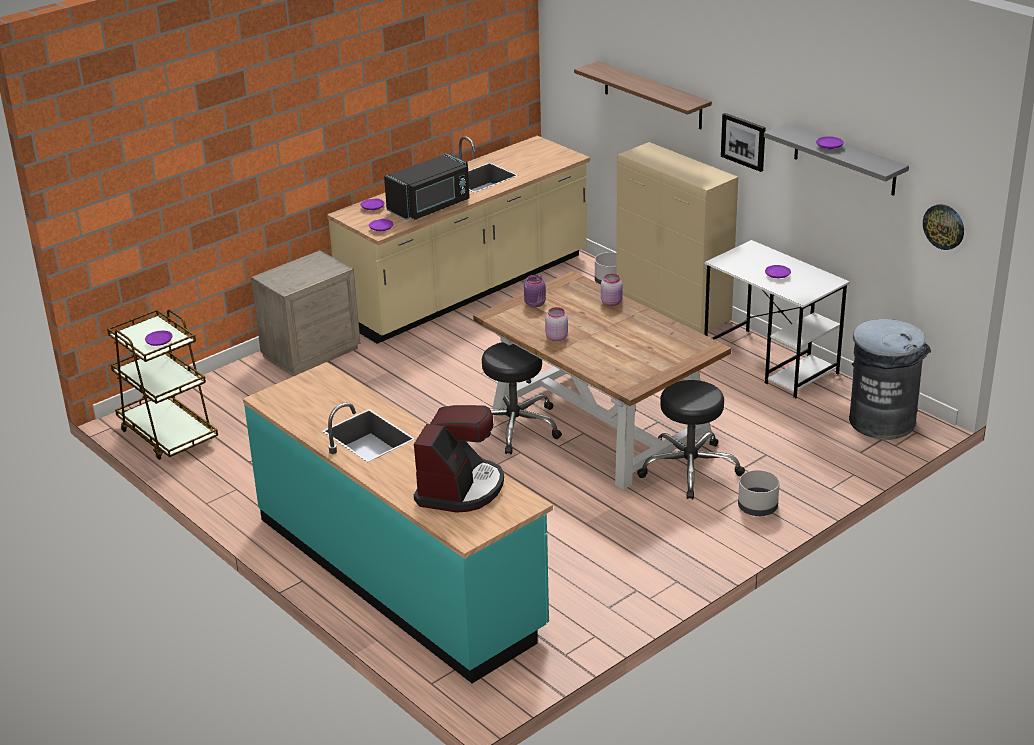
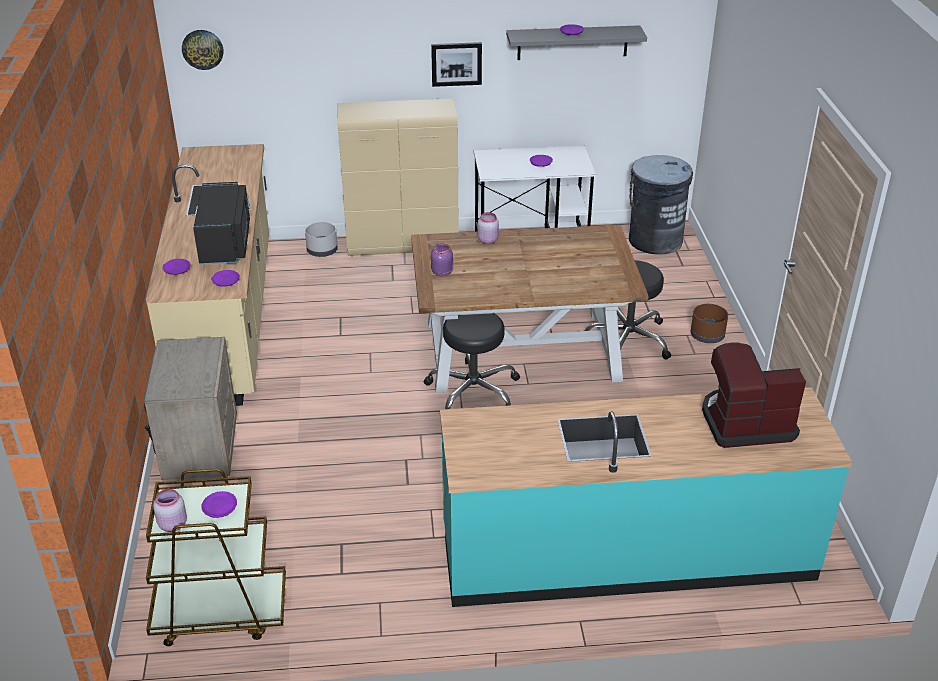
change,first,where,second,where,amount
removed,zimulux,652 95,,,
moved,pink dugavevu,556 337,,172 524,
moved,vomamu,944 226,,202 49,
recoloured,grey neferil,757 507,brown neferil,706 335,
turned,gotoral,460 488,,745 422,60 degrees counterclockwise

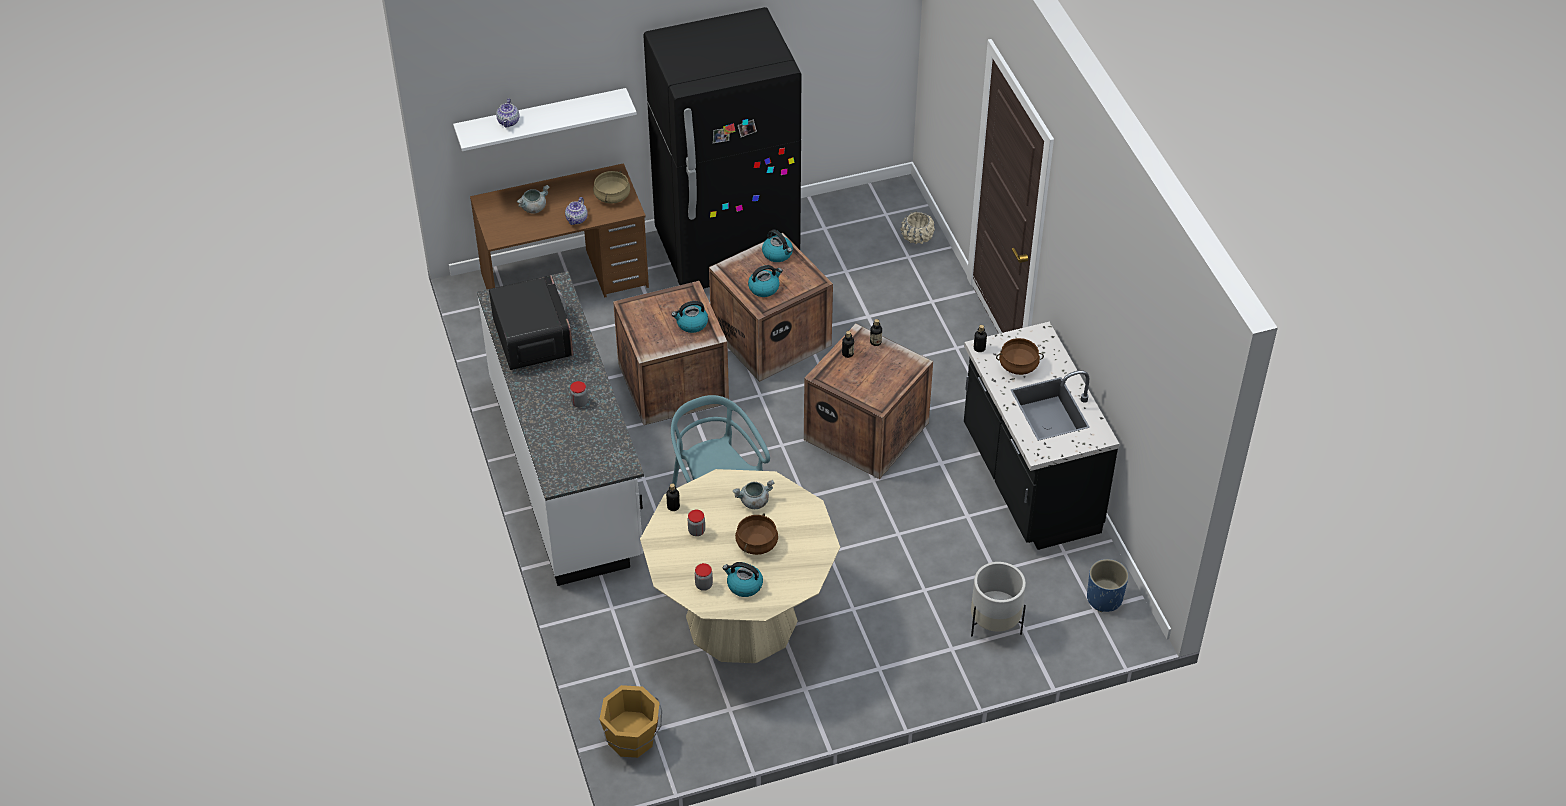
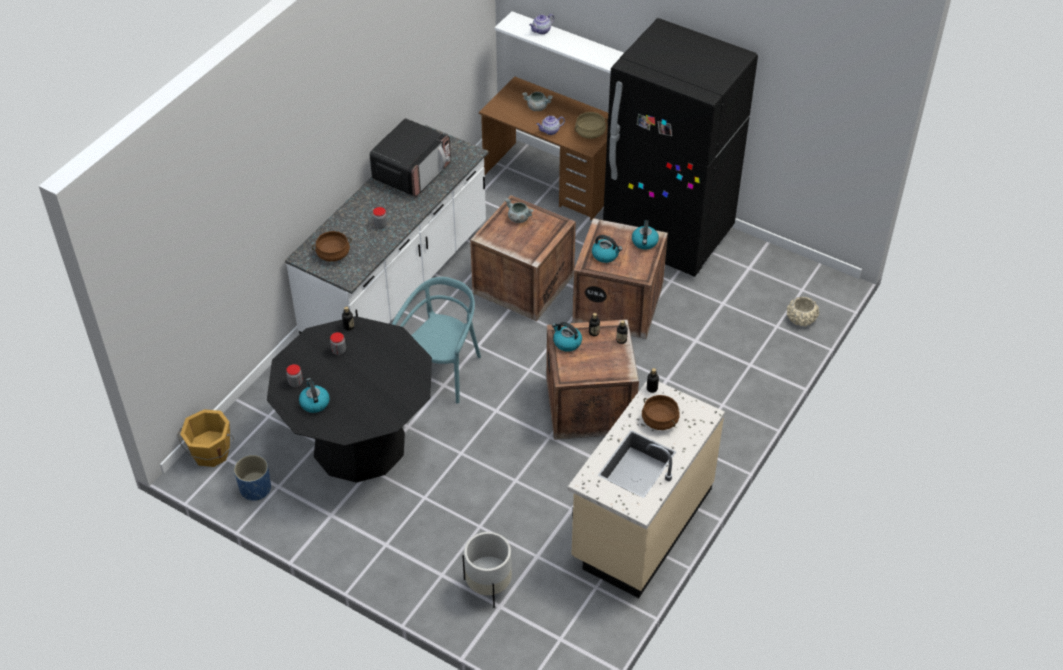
change,first,where,second,where,amount
moved,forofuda,691 324,,566 343,
moved,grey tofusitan,754 502,,518 218,
moved,brown tofusitan,756 543,,333 254,
moved,blue neferil,1104 598,,255 489,
recoloured,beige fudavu,741 618,black fudavu,359 444,
recoloured,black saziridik,1028 482,beige saziridik,640 524,

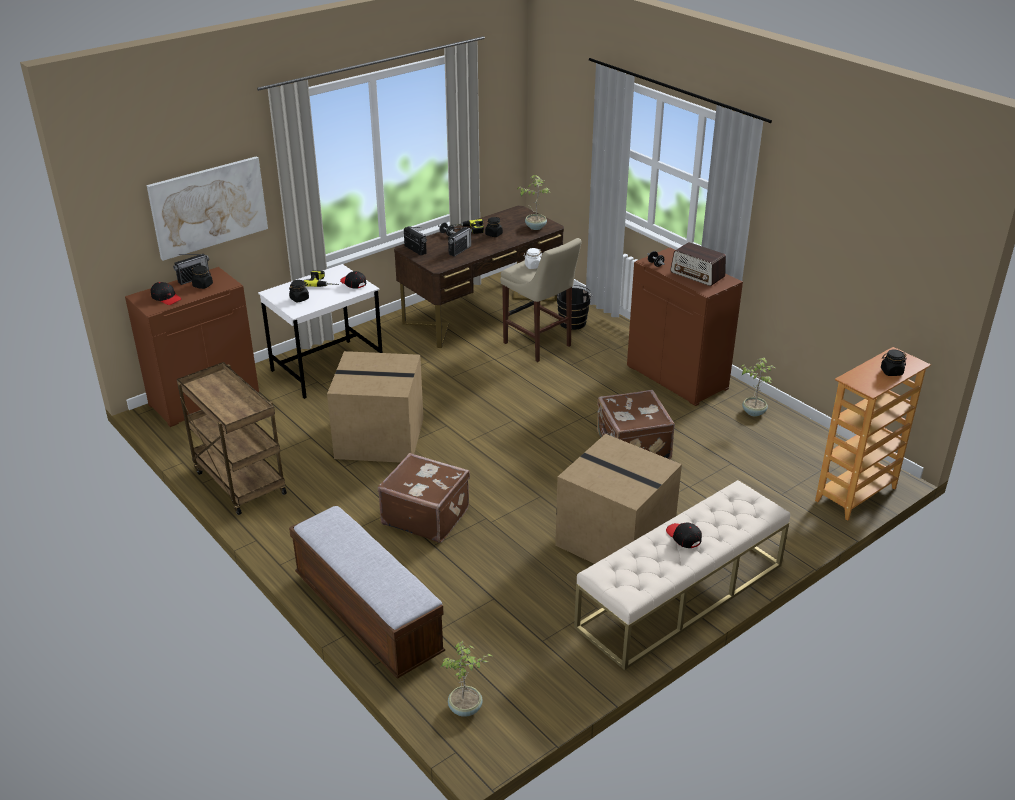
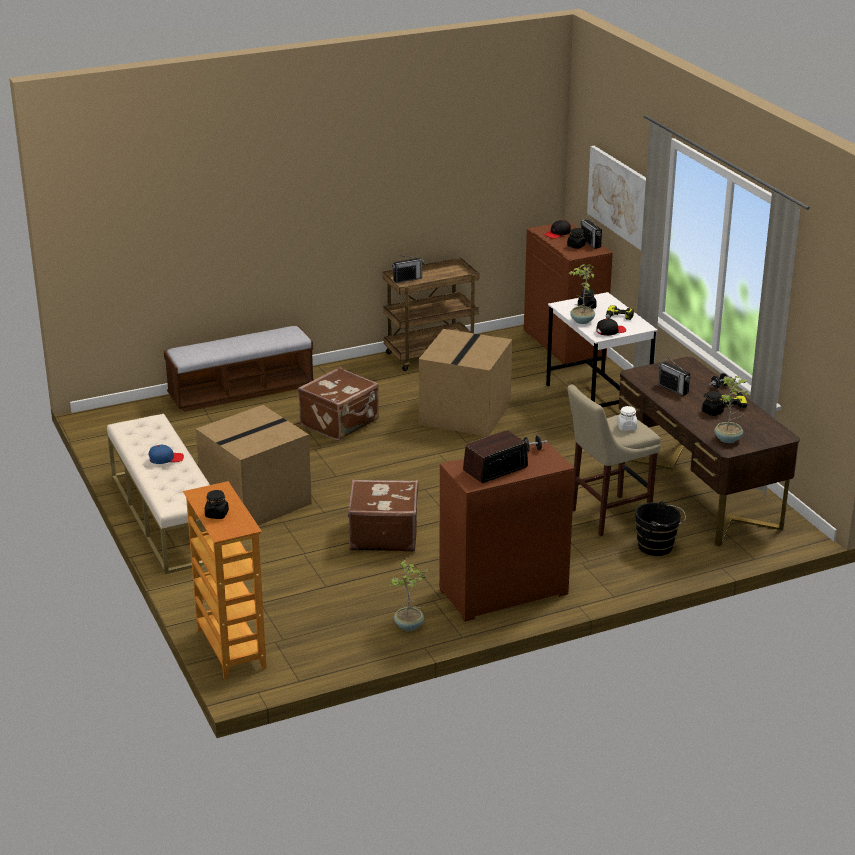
change,first,where,second,where,amount
moved,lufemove,415 250,,407 279,
moved,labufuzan,466 709,,581 321,
recoloured,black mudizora,683 537,blue mudizora,165 459,

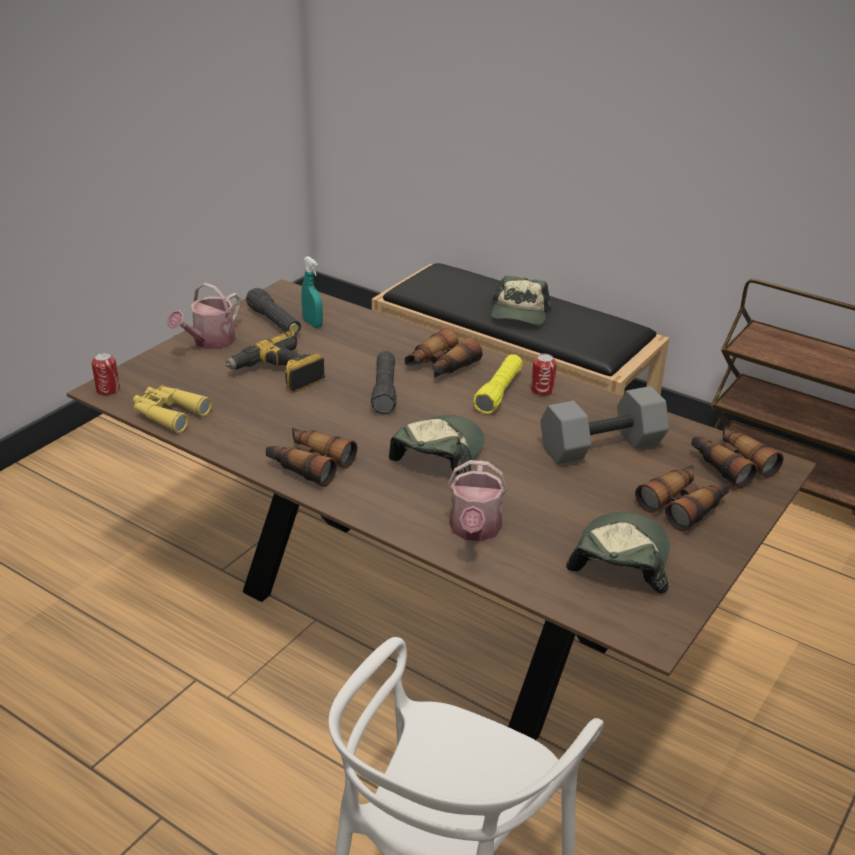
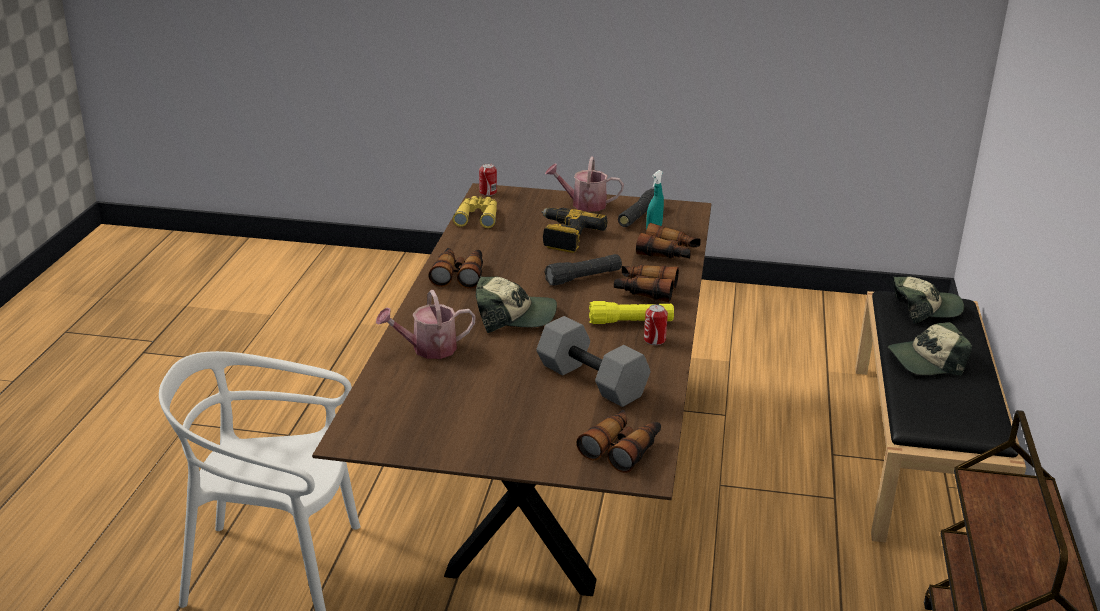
change,first,where,second,where,amount
moved,mudizora,620 560,,924 309,
moved,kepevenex,684 505,,668 253,

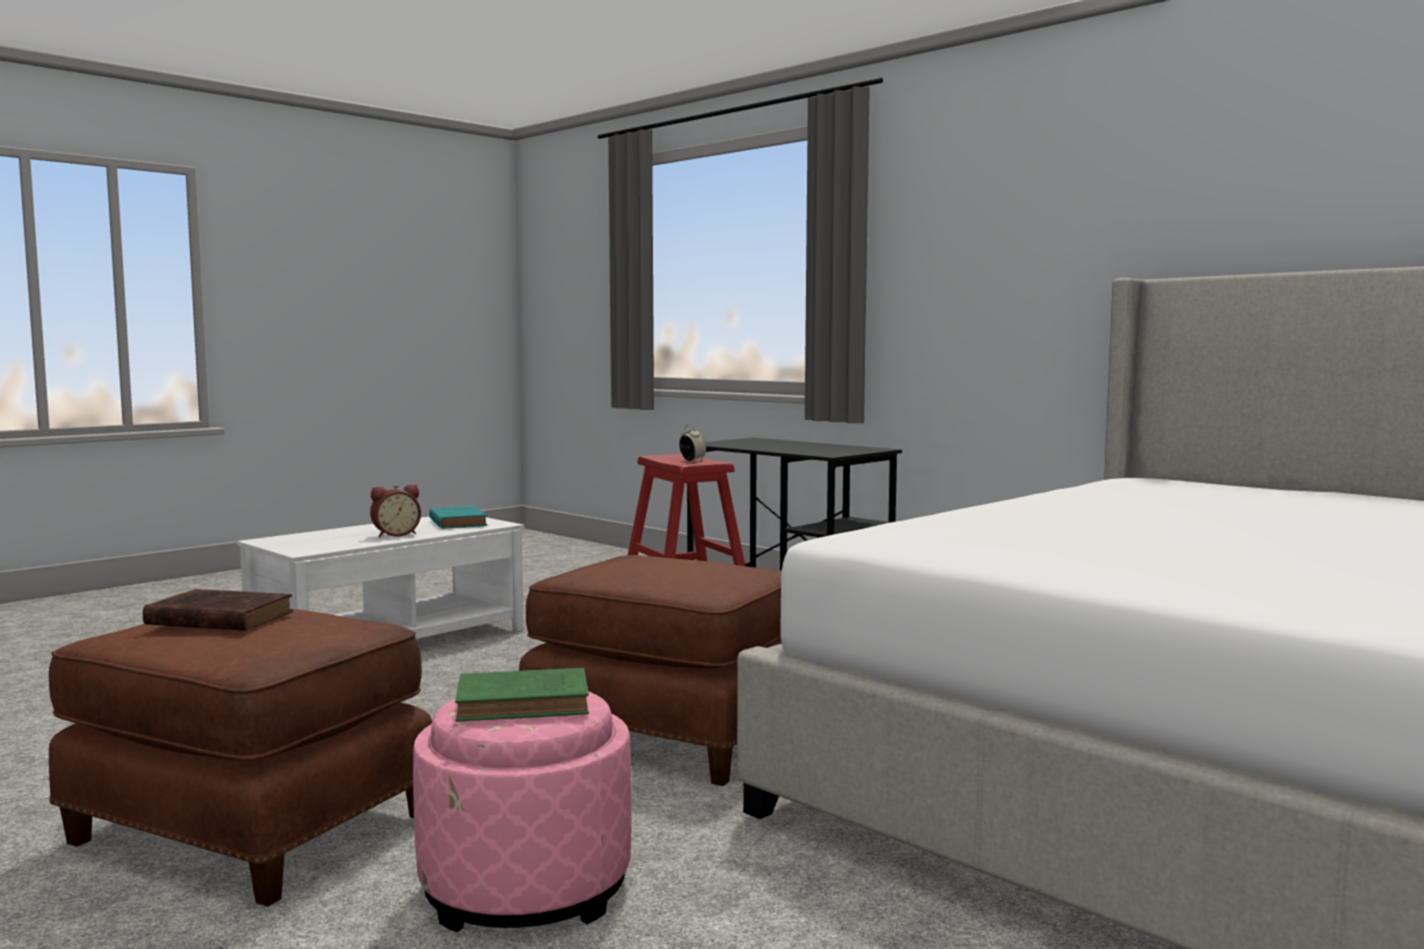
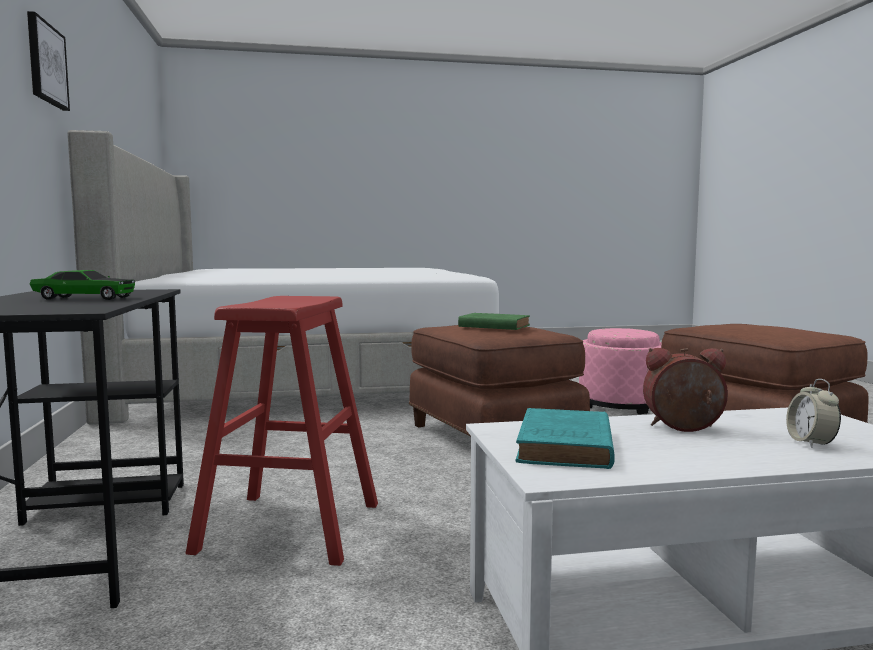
change,first,where,second,where,amount
removed,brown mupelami,216 618,,,
added,,,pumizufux,46 64,
added,,,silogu,85 298,
moved,green mupelami,527 703,,492 326,
moved,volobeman,692 460,,811 443,

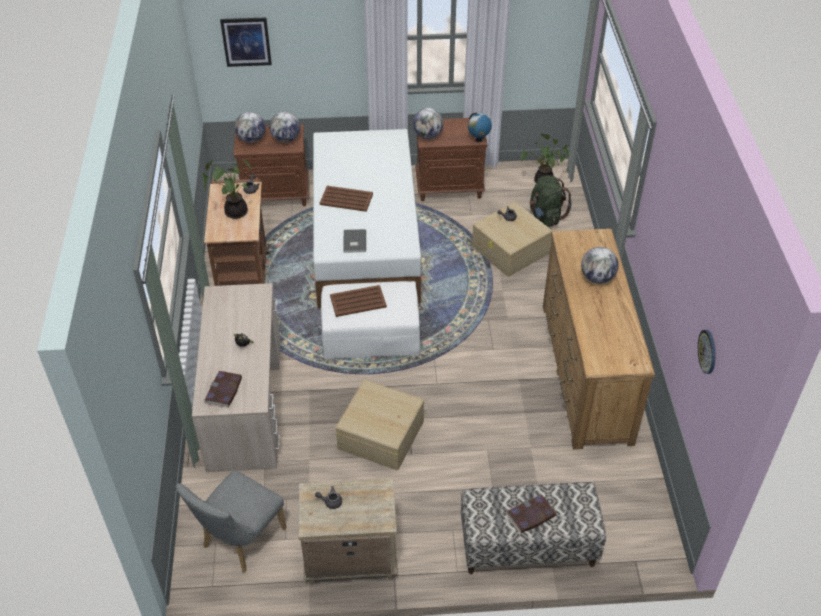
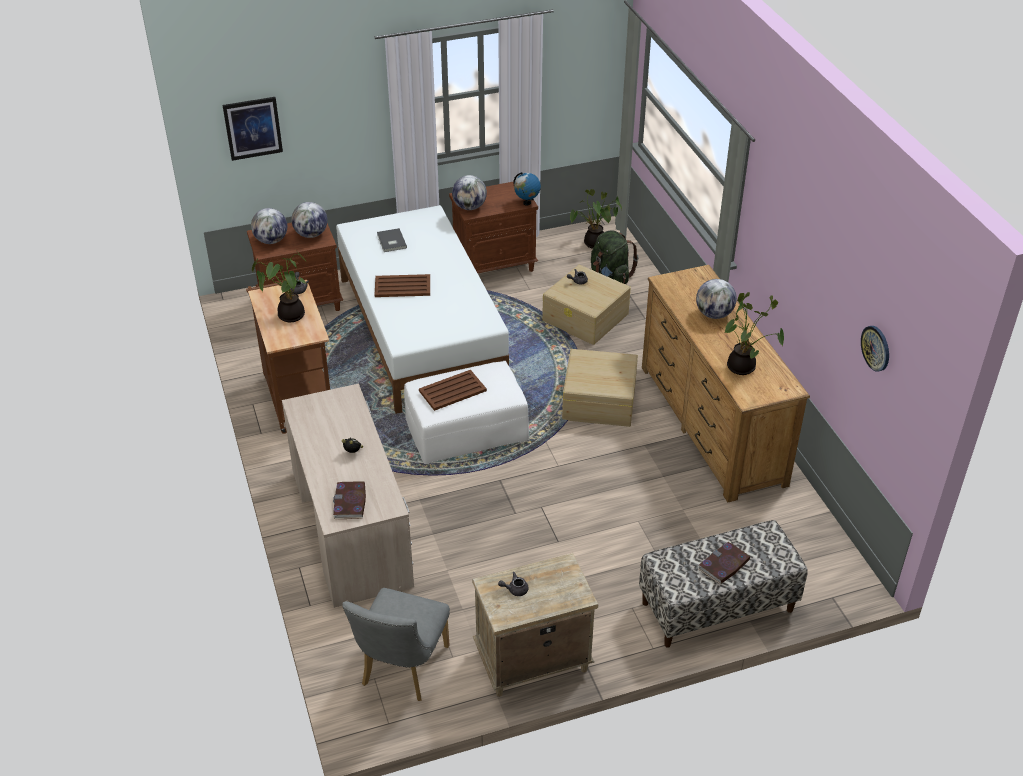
change,first,where,second,where,amount
added,,,labufuzan,743 367,
moved,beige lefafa,380 434,,598 400,
moved,grey mupelami,353 242,,391 242,

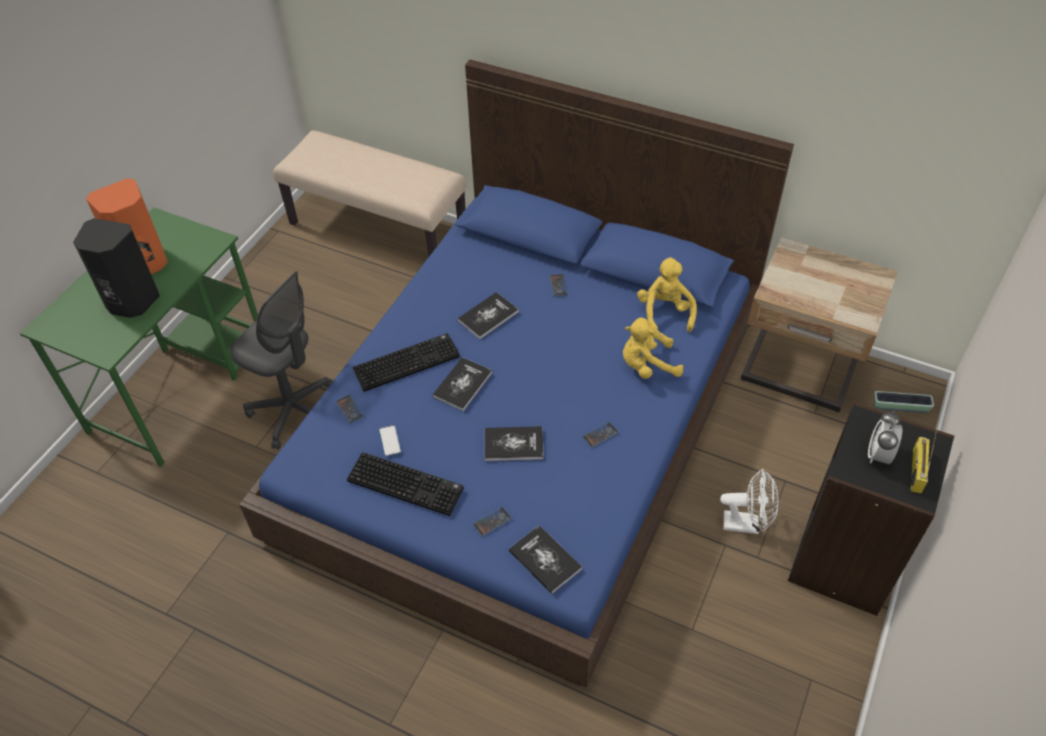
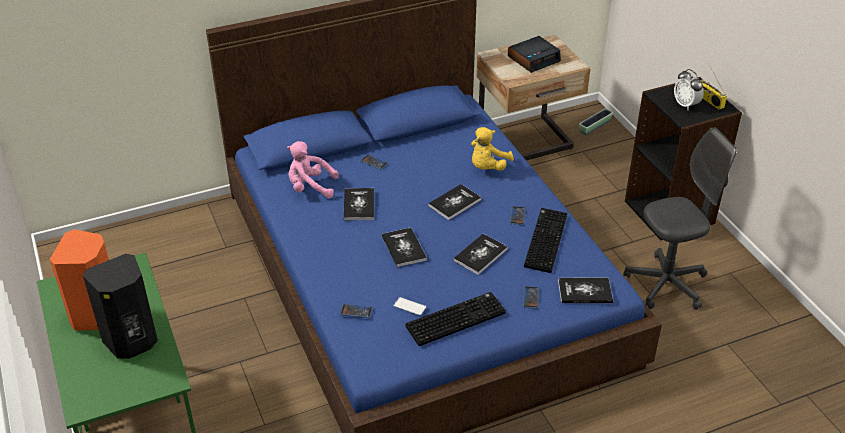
change,first,where,second,where,amount
removed,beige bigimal,379 228,,,
removed,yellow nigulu,665 313,,,
removed,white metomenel,747 524,,,
added,,,pink nigulu,310 187,
added,,,mupelami,454 203,
added,,,volobeman,533 59,
moved,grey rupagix,294 411,,666 284,
moved,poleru,407 361,,544 240,

